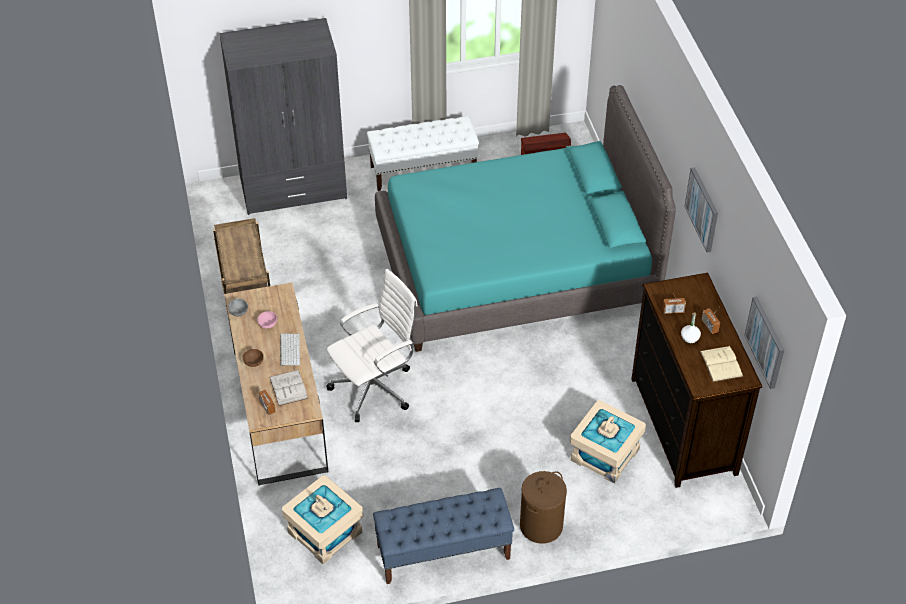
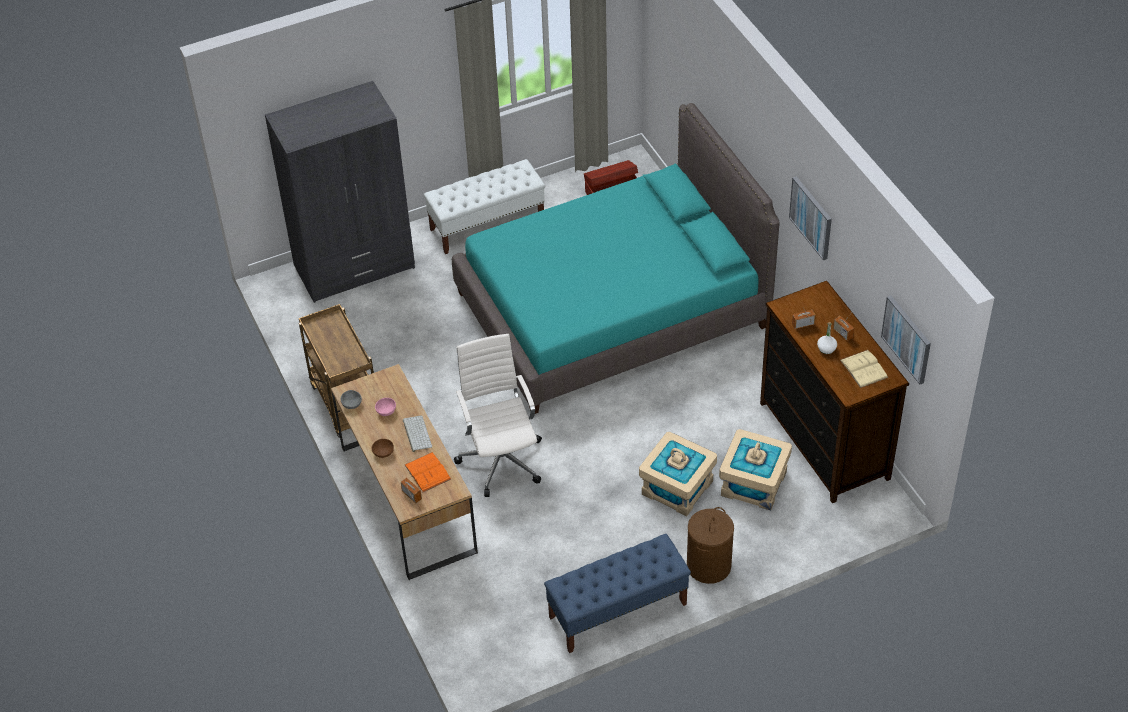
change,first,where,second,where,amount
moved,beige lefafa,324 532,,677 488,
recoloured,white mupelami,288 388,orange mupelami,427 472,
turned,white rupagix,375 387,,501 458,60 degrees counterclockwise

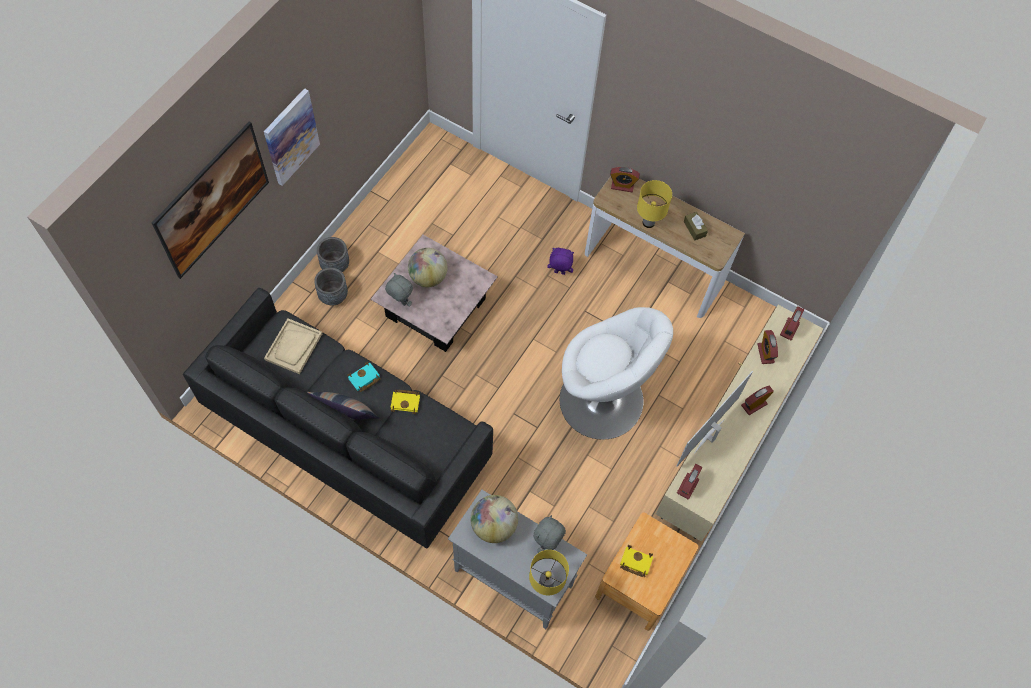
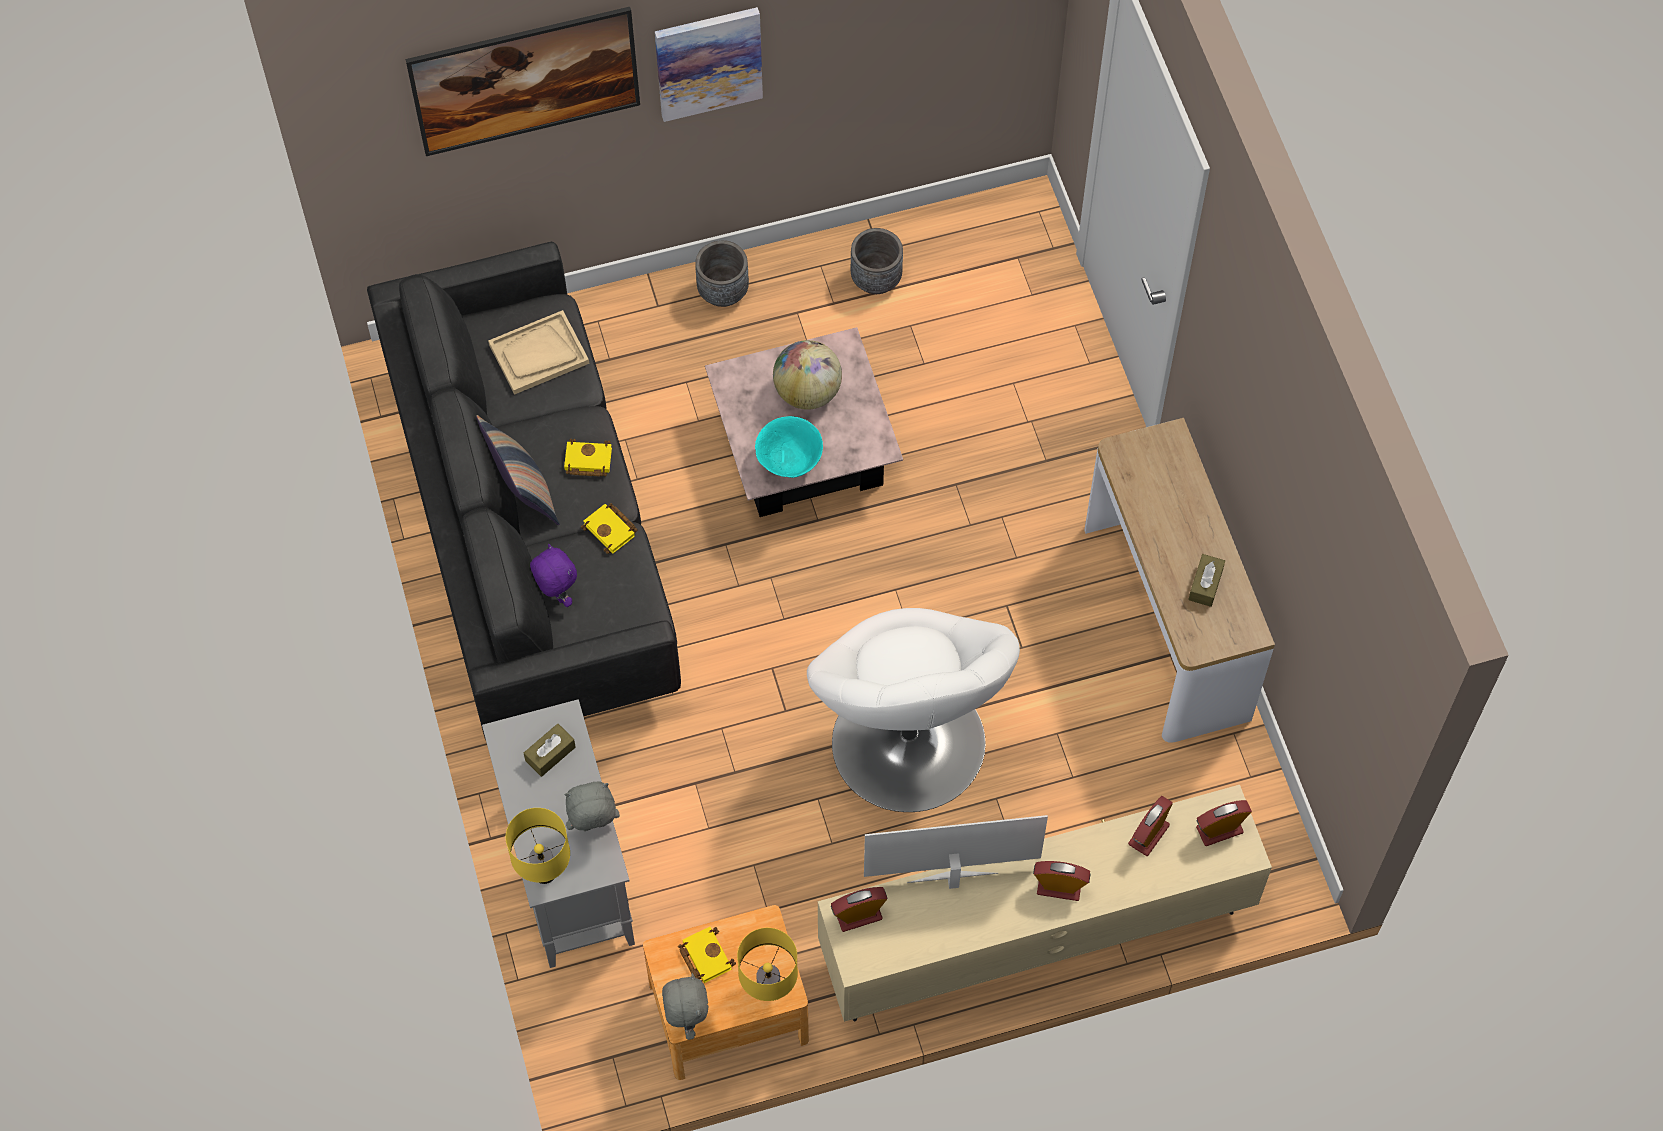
change,first,where,second,where,amount
removed,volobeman,622 186,,,
added,,,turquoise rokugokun,789 462,
moved,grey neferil,333 296,,876 279,
moved,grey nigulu,400 302,,686 1019,
moved,purple nigulu,559 273,,556 595,
moved,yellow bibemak,648 223,,768 988,
replaced,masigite,494 525,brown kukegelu,550 754,
recoloured,turquoise mupelami,364 379,yellow mupelami,586 461,

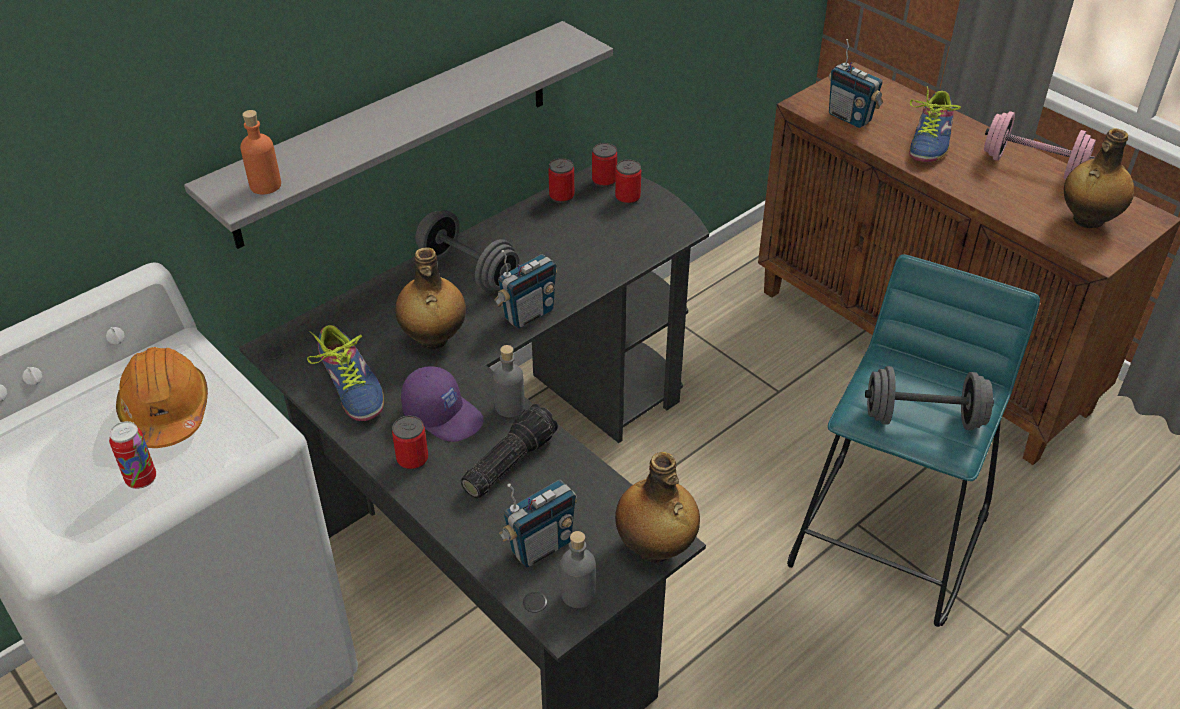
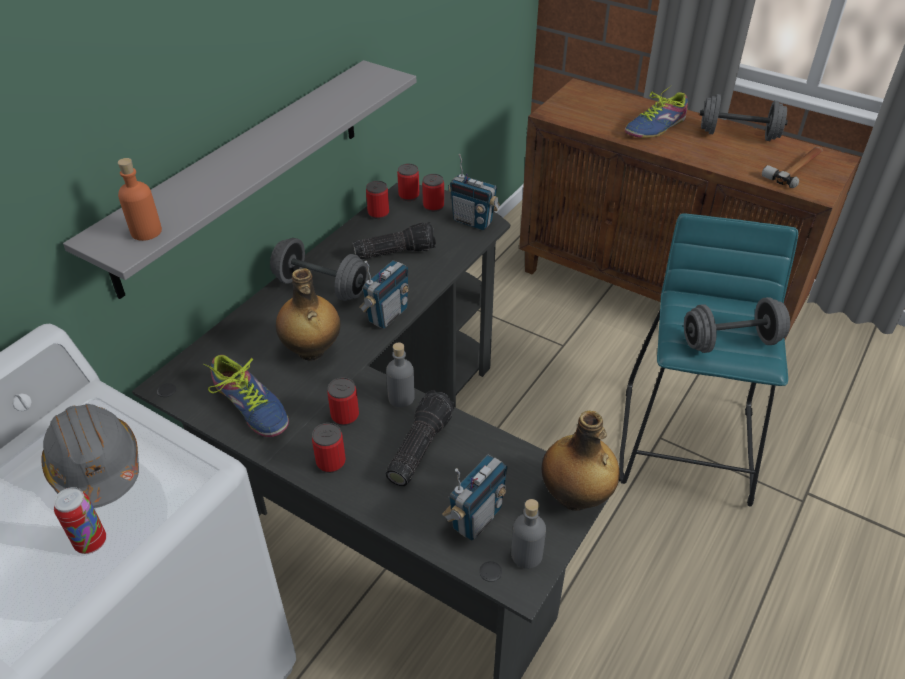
change,first,where,second,where,amount
added,,,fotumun,395 251,
moved,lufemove,850 117,,473 221,
replaced,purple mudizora,444 415,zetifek,345 416,
replaced,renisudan,1087 220,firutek,796 168,
recoloured,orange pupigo,166 411,grey pupigo,95 467,
recoloured,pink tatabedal,1032 166,grey tatabedal,738 135,
turned,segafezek,930 140,,656 127,45 degrees clockwise

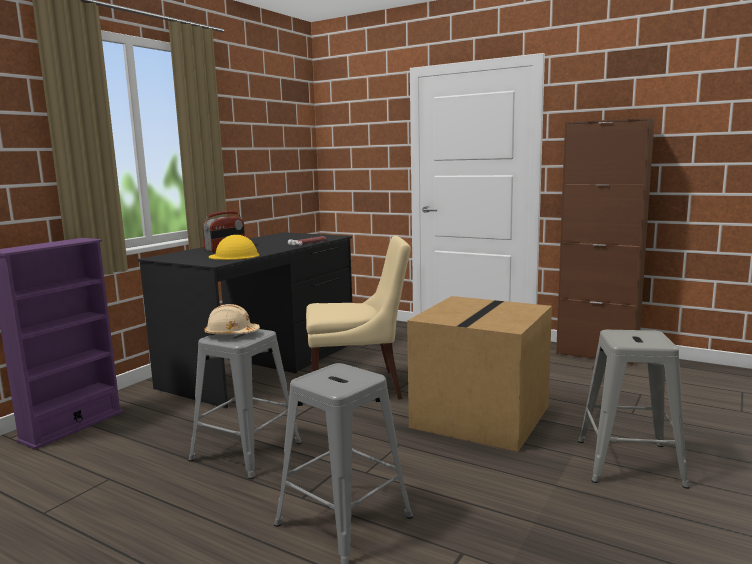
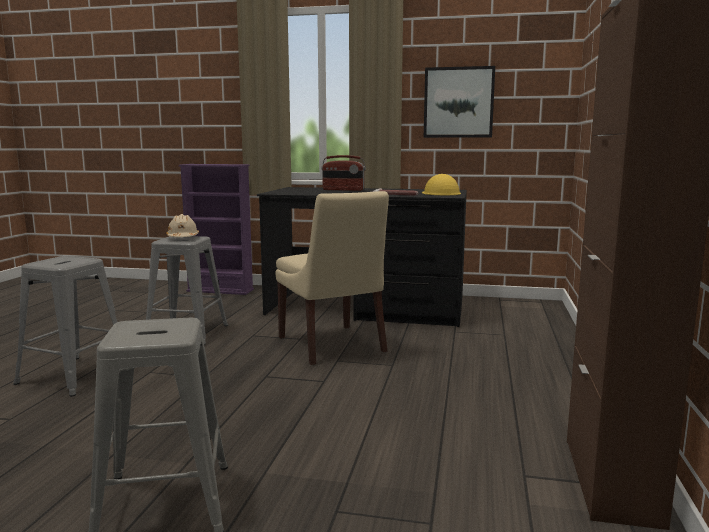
change,first,where,second,where,amount
removed,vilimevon,479 415,,,
added,,,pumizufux,458 102,
moved,yellow pupigo,234 256,,441 193,

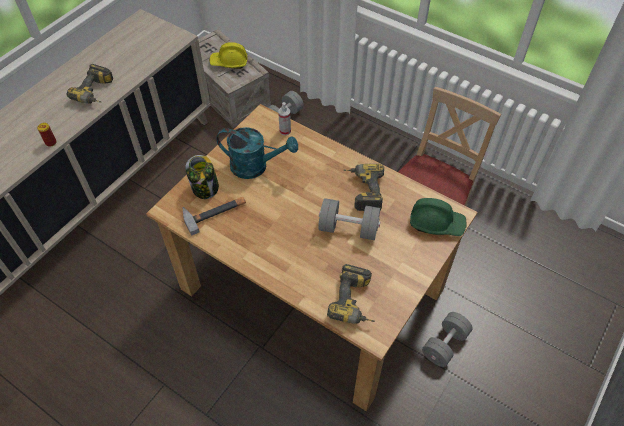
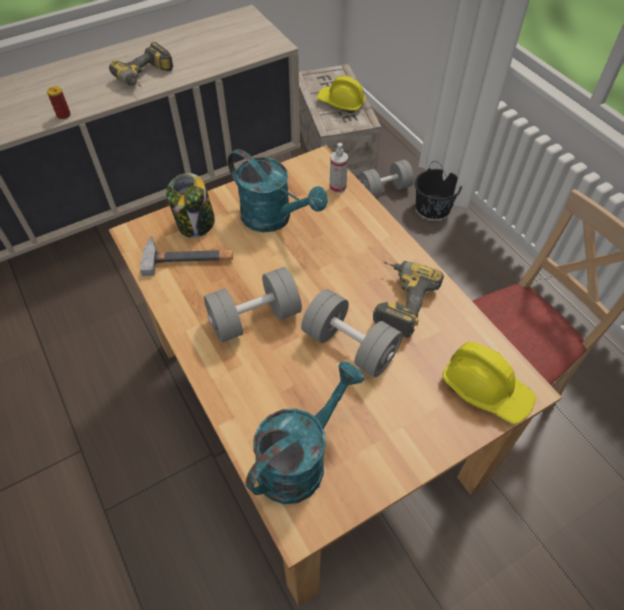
change,first,where,second,where,amount
added,,,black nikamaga,433 207,
moved,grey tatabedal,445 344,,254 318,
replaced,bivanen,355 302,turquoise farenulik,300 458,
recoloured,green pupigo,436 223,yellow pupigo,485 389,

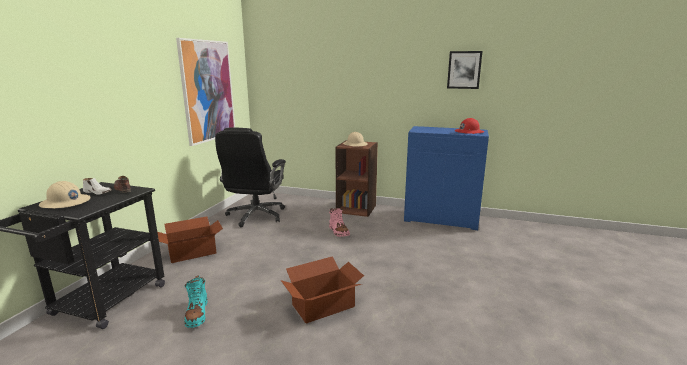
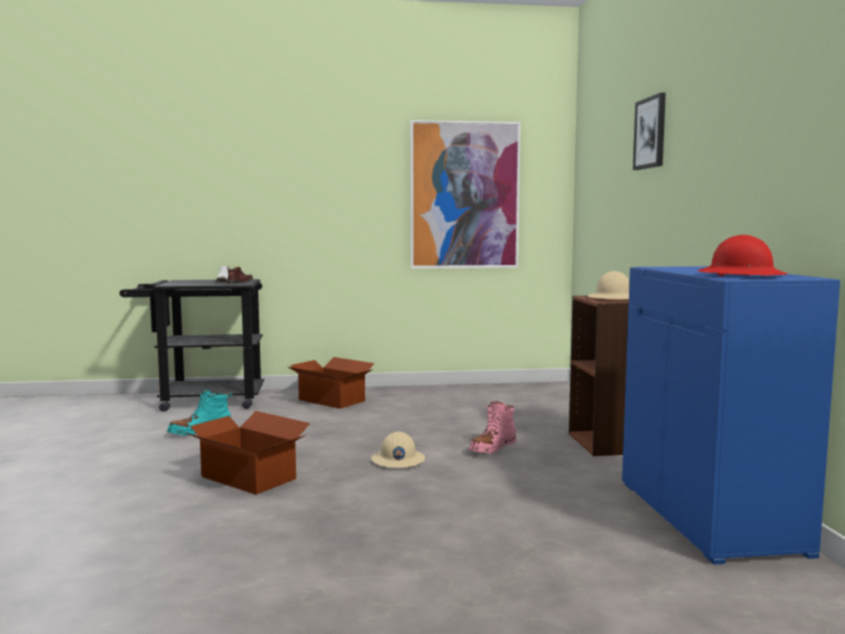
change,first,where,second,where,amount
removed,black rupagix,255 216,,,
moved,beige pupigo,65 203,,397 460,
moved,pumizufux,464 70,,650 133,

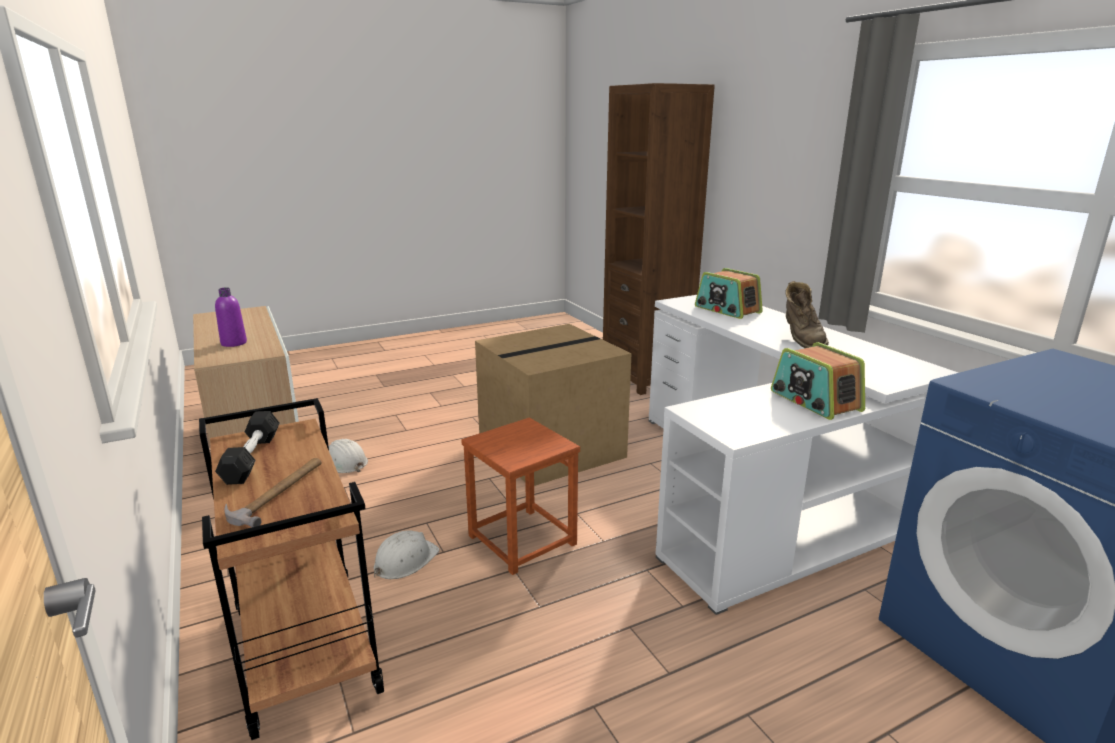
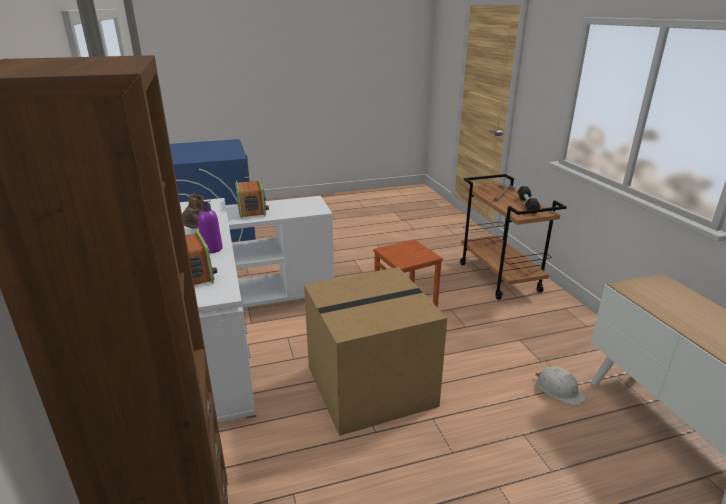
change,first,where,second,where,amount
removed,white pupigo,405 561,,,
moved,purple renisudan,234 343,,212 249,

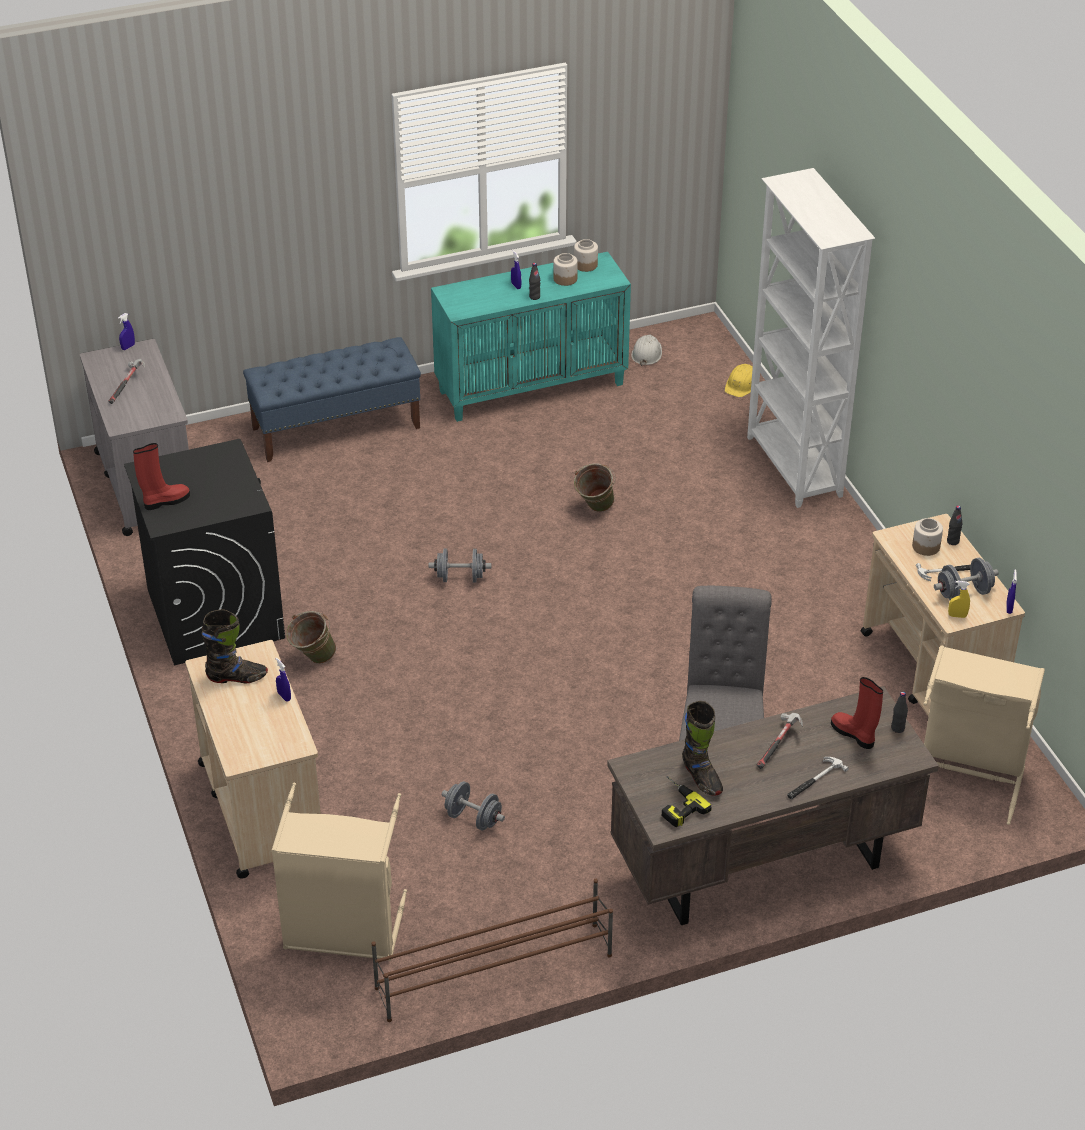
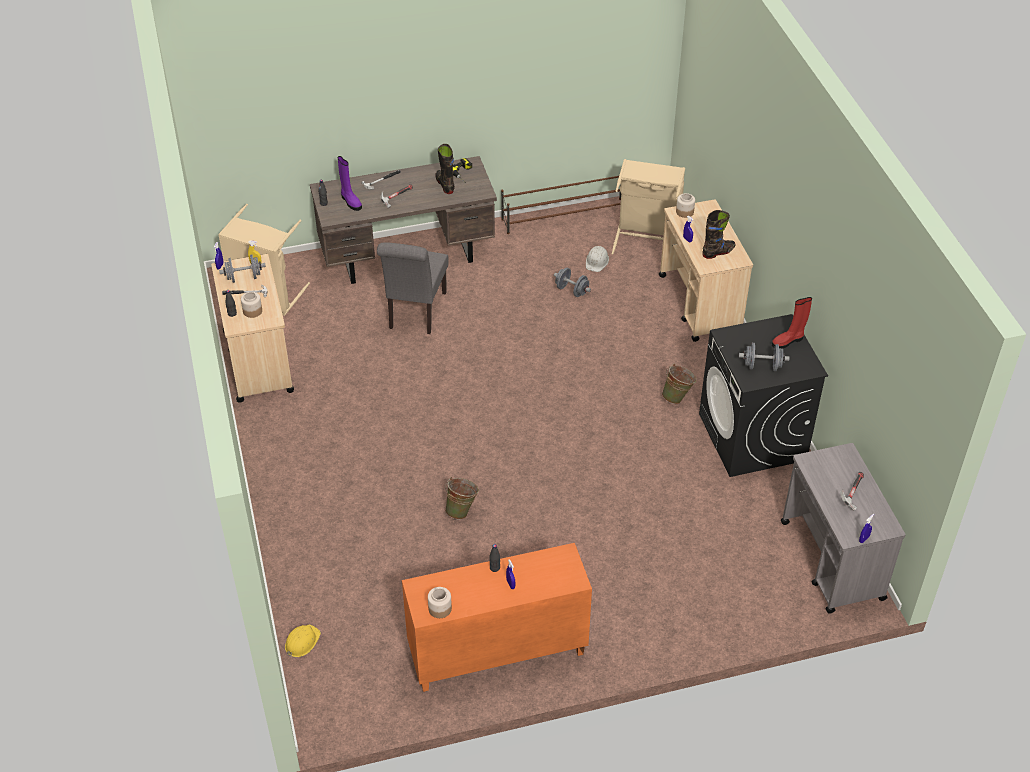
change,first,where,second,where,amount
removed,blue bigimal,336 428,,,
removed,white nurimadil,793 468,,,
moved,grey tatabedal,460 578,,762 366,
moved,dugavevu,565 279,,684 212,
moved,white pupigo,646 353,,597 261,
recoloured,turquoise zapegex,532 387,orange zapegex,496 653,
recoloured,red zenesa,854 734,purple zenesa,350 201,
turned,black zenesa,237 677,,718 252,150 degrees clockwise

